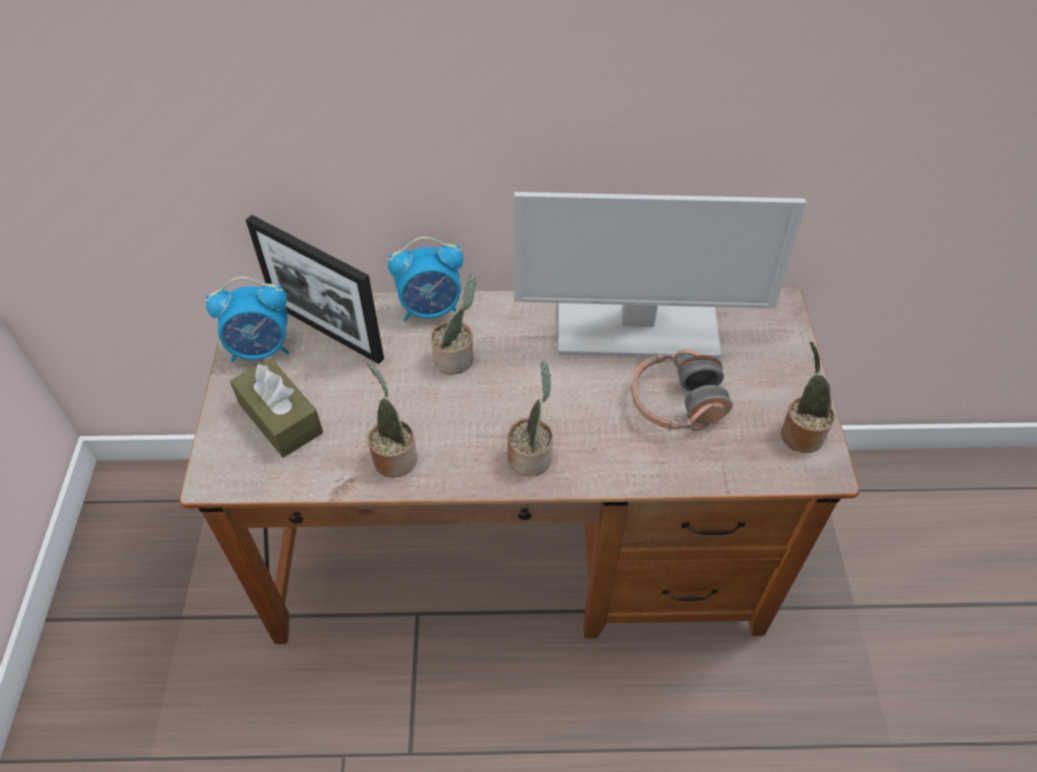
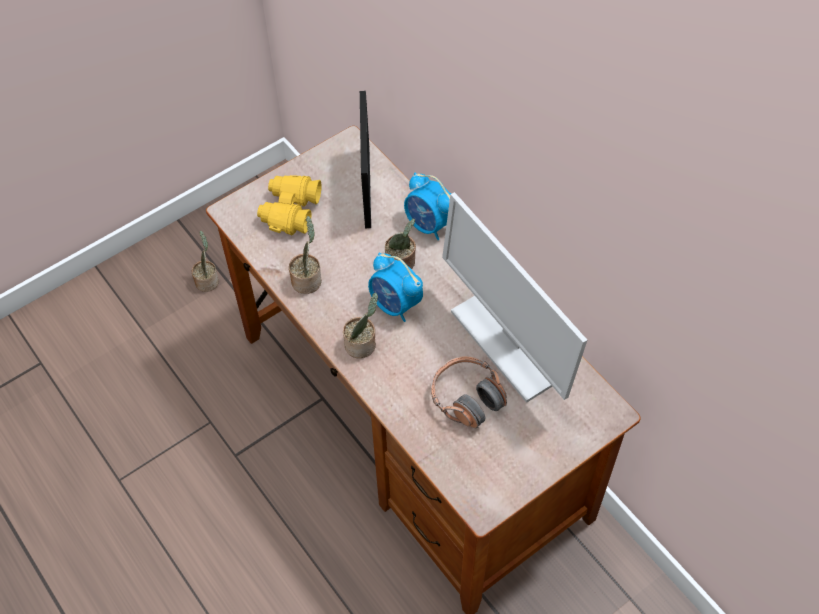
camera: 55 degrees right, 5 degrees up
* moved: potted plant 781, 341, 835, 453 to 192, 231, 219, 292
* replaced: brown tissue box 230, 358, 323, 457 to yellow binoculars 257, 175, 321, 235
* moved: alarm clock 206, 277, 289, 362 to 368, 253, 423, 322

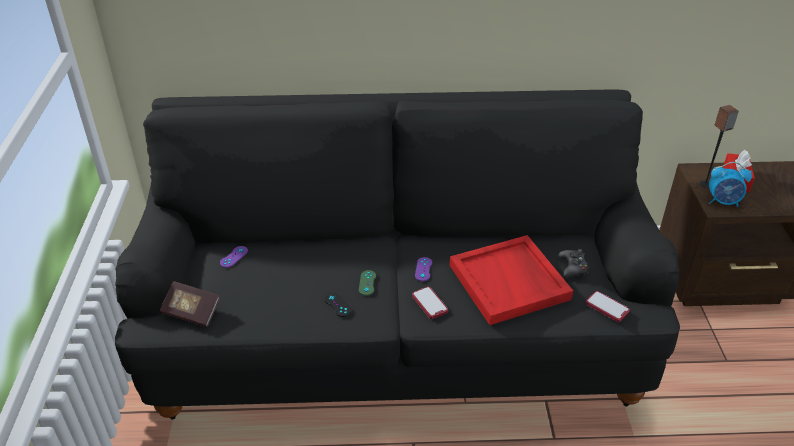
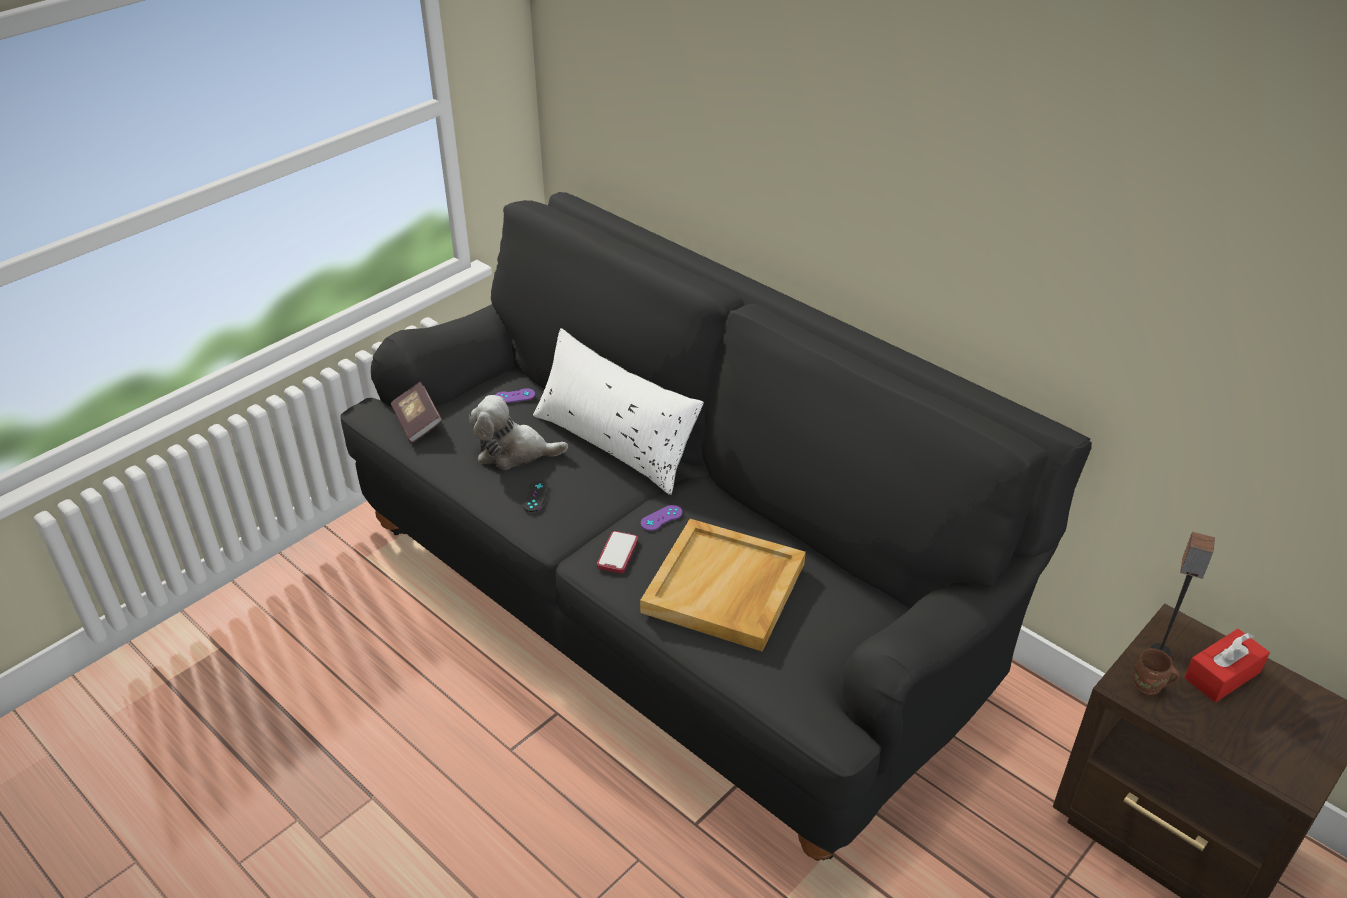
camera: 45 degrees right, 0 degrees up
* added: plush toy 469, 395, 568, 470
* added: white pillow 533, 328, 704, 495
* recoloured: red tray 449, 235, 573, 325 to beige tray 640, 519, 806, 652
* replaced: alarm clock 708, 162, 752, 207 to brown mug 1134, 648, 1180, 695
* removed: green game controller 359, 270, 376, 296
* removed: black game controller 558, 249, 588, 278
* removed: phone 586, 291, 630, 322

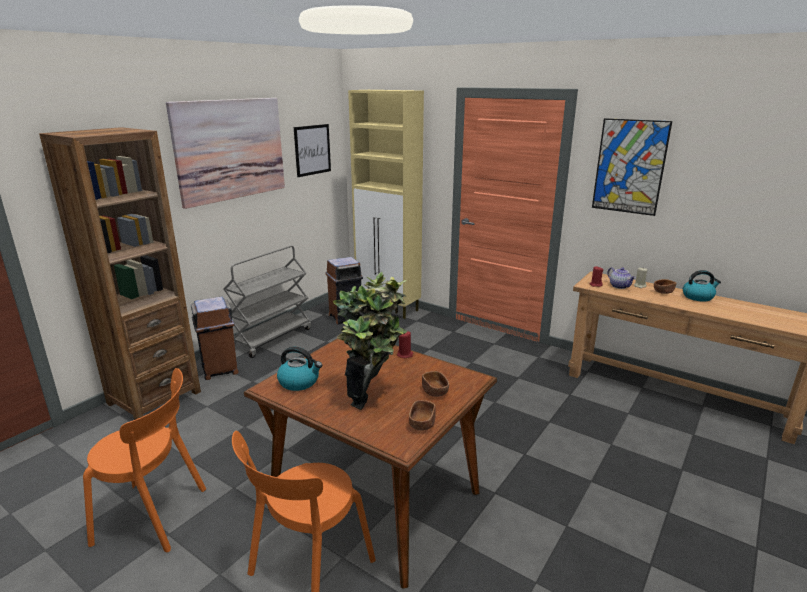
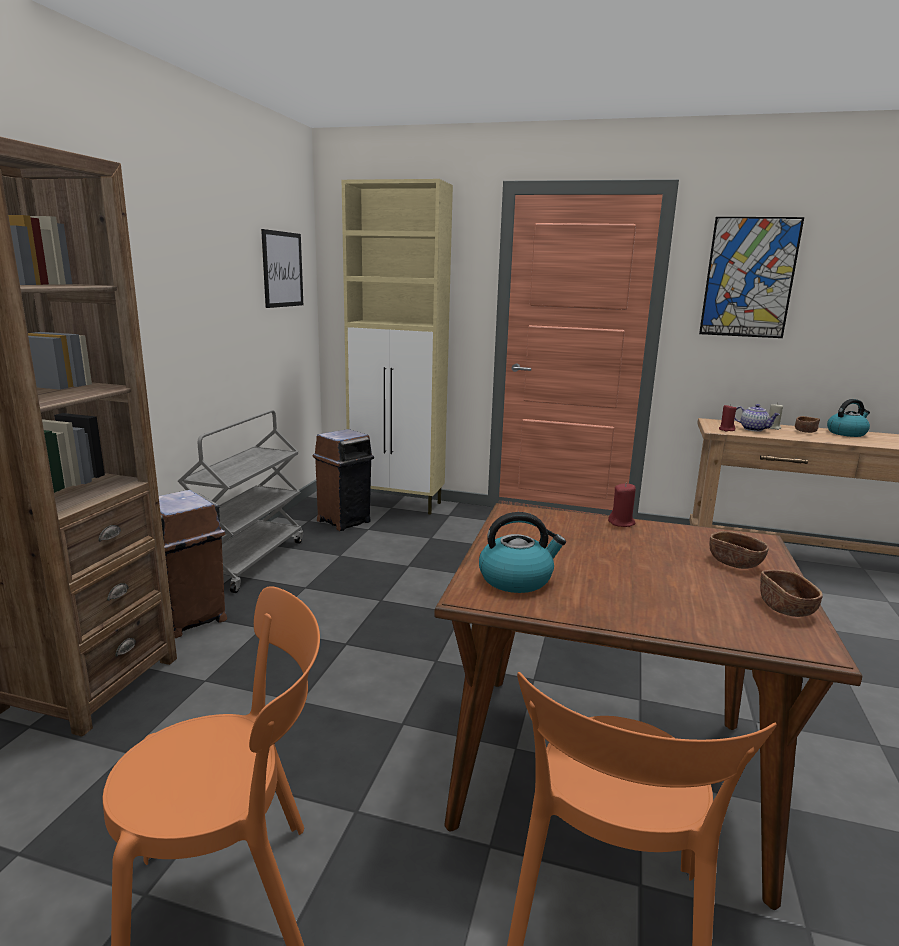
camera: 20 degrees left, 5 degrees down
* removed: picture 166, 98, 285, 209
* removed: potted plant 333, 272, 407, 410

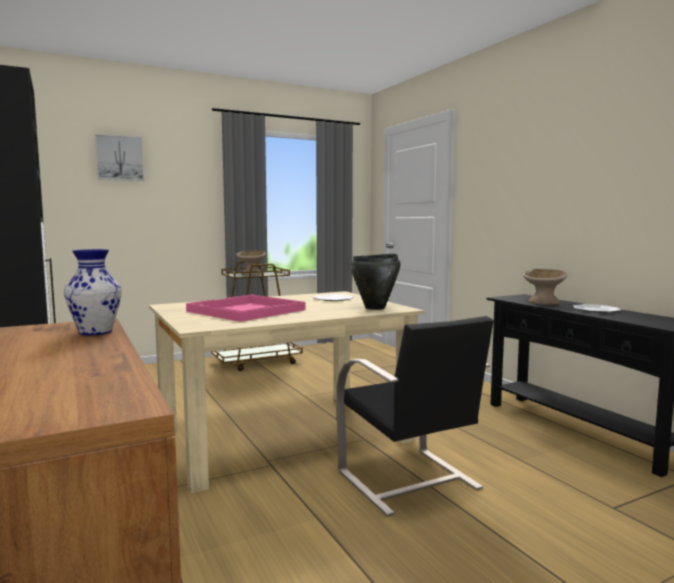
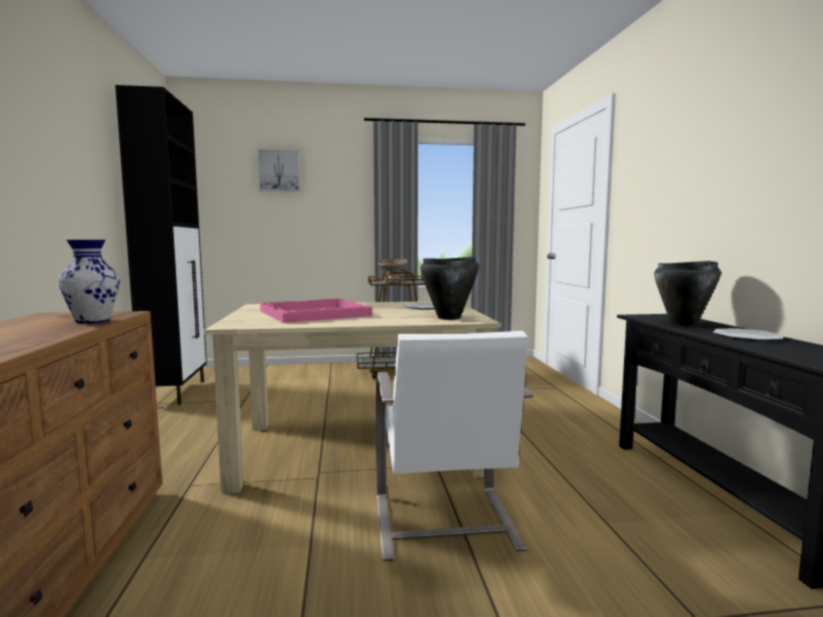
camera: 20 degrees right, 0 degrees up
* recoloured: black chair 336, 316, 494, 516 to white chair 376, 331, 534, 561
* replaced: beige bowl 523, 269, 568, 305 to black cooking pot 654, 261, 721, 326

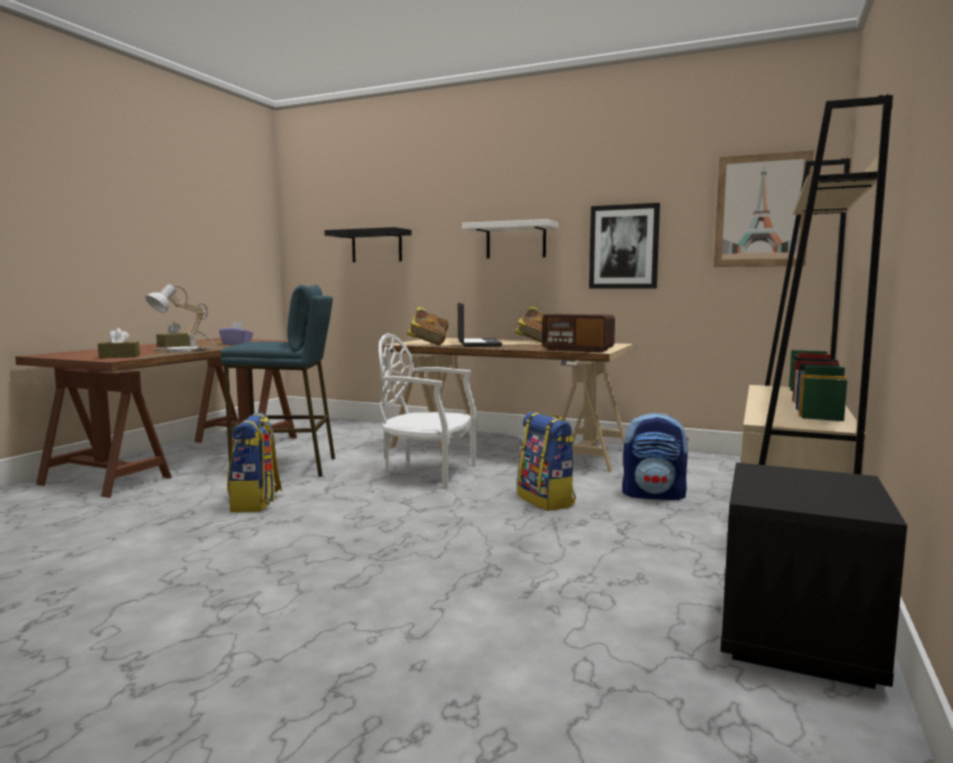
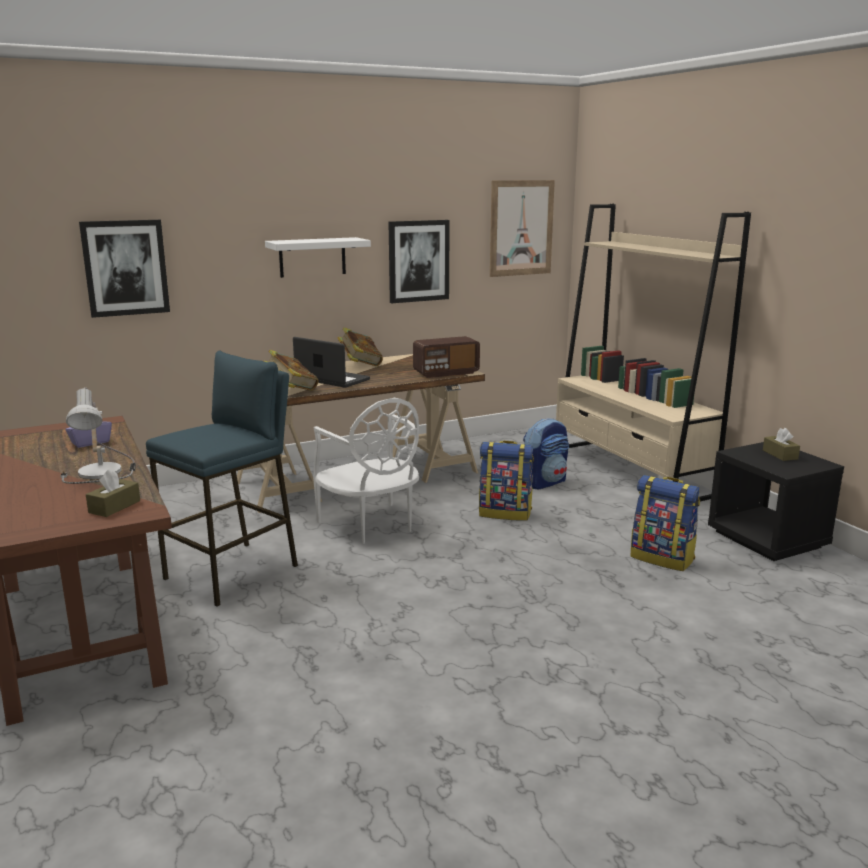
camera: 50 degrees left, 10 degrees up
* replaced: black shelf 324, 227, 411, 262 to picture 79, 220, 170, 318
* turned: white chair 379, 333, 477, 490 = 313, 398, 419, 544 90 degrees counterclockwise
* moved: backpack 227, 413, 282, 512 to 631, 475, 700, 571
* moved: brown tissue box 156, 322, 190, 347 to 763, 428, 800, 461

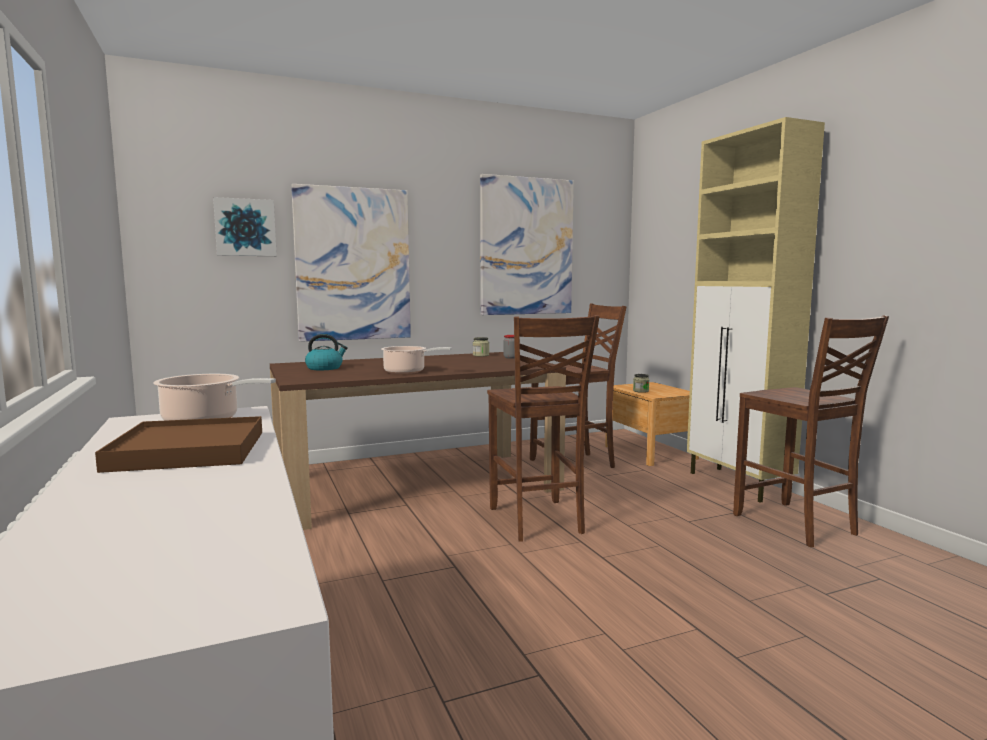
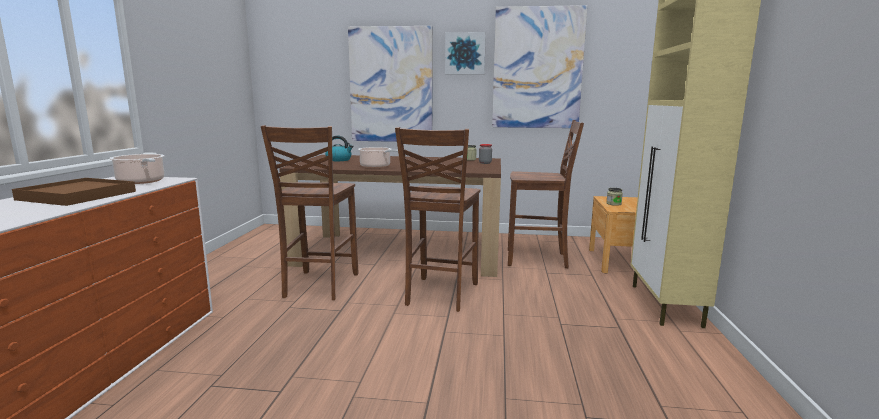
camera: 30 degrees right, 5 degrees up
* moved: brown chair 733, 315, 889, 547 to 261, 125, 358, 300
* moved: picture 213, 197, 277, 256 to 445, 32, 486, 74

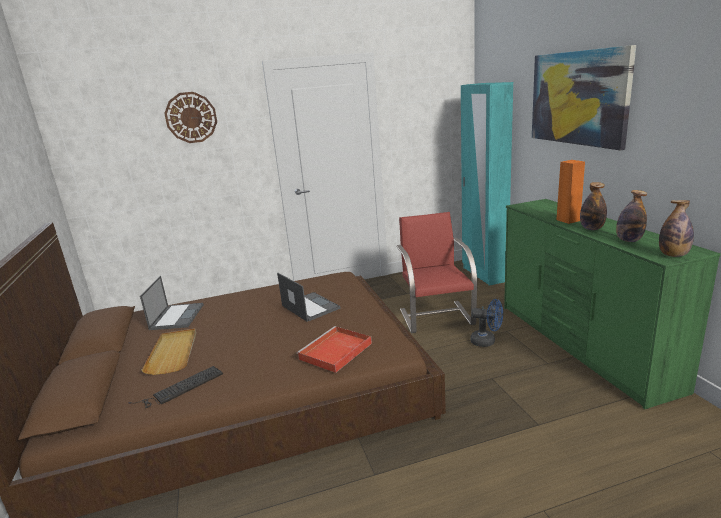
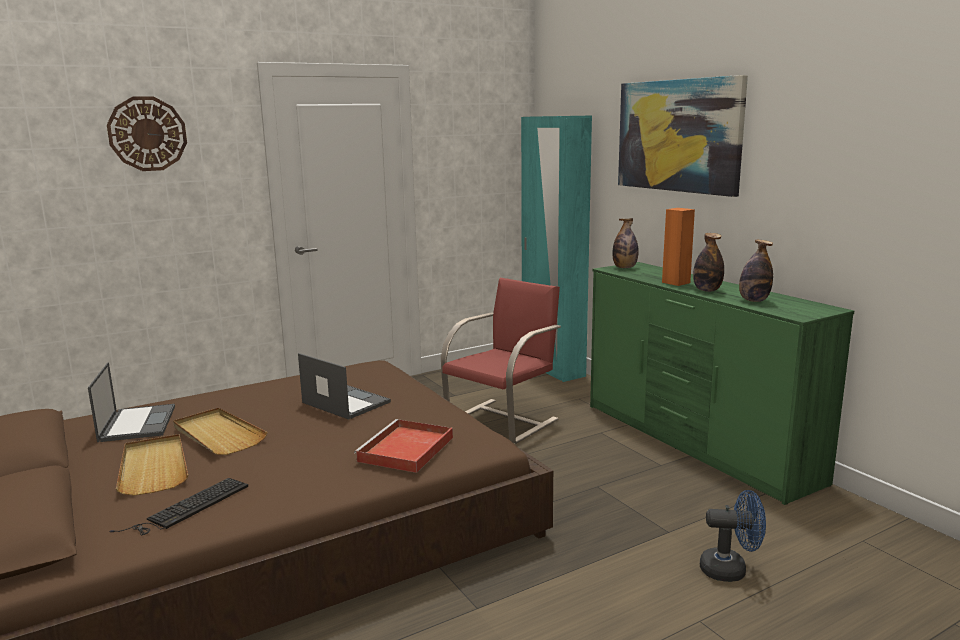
camera: 15 degrees left, 5 degrees down
* added: beige tray 173, 407, 268, 455
* turned: red chair 396, 212, 477, 333 = 441, 278, 561, 444 60 degrees clockwise
* moved: bottle 659, 200, 694, 257 to 612, 218, 639, 268
* moved: blue fan 470, 299, 503, 347 to 700, 490, 766, 582

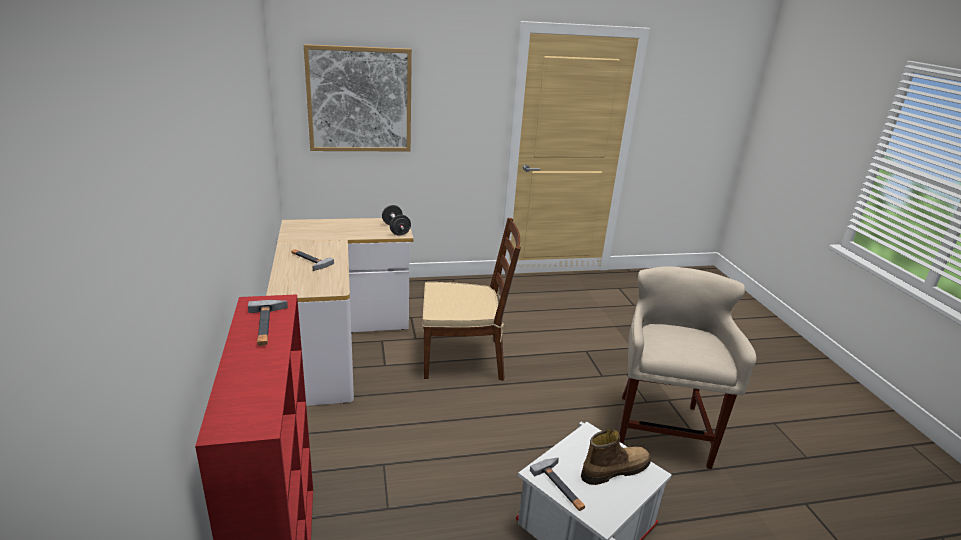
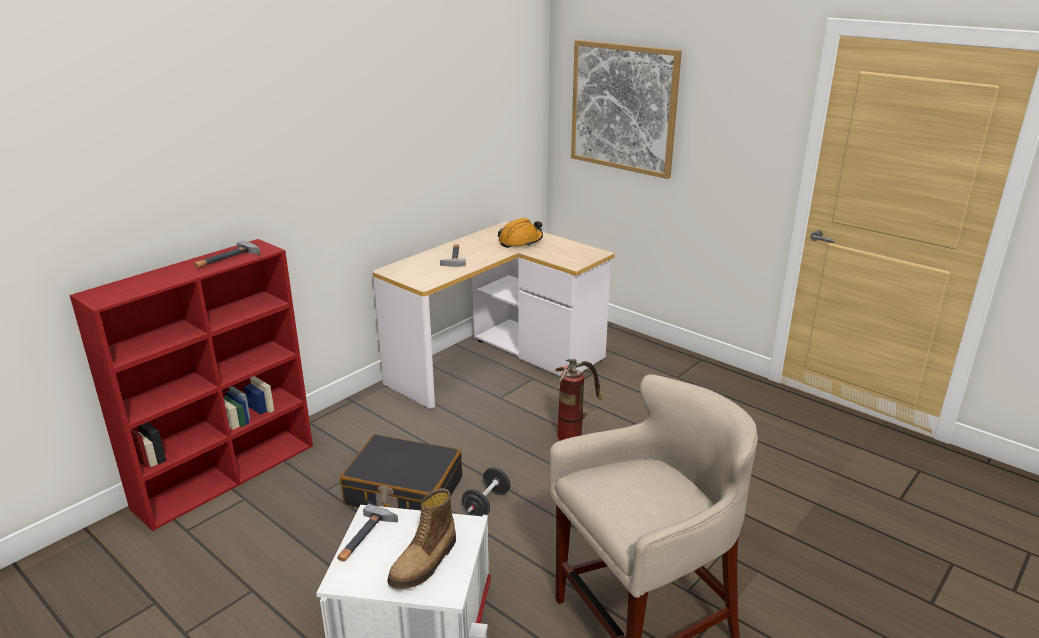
camera: 55 degrees right, 0 degrees up
* added: black suitcase 340, 434, 462, 510
* turned: boot 581, 429, 651, 485 = 387, 488, 456, 589 90 degrees clockwise
* moved: black dumbbell 382, 205, 411, 236 to 462, 467, 511, 516
* added: orange hard hat 498, 218, 543, 248
* replaced: brown chair 422, 218, 521, 381 to fire extinguisher 555, 358, 603, 441

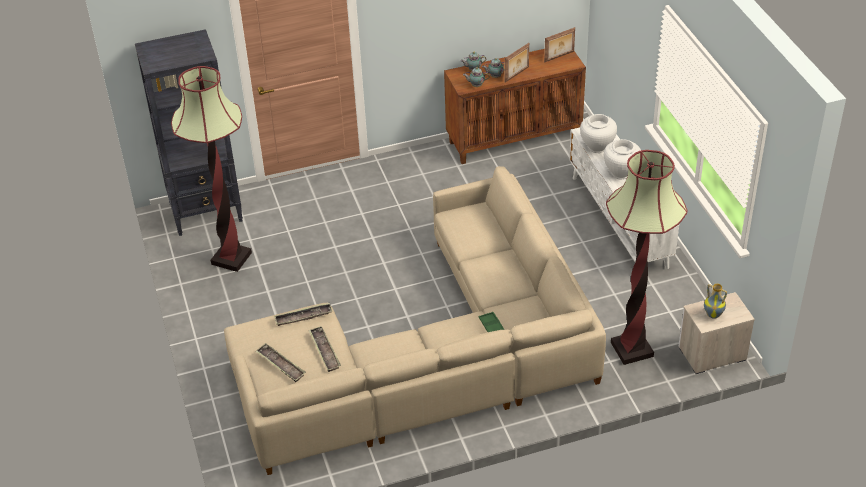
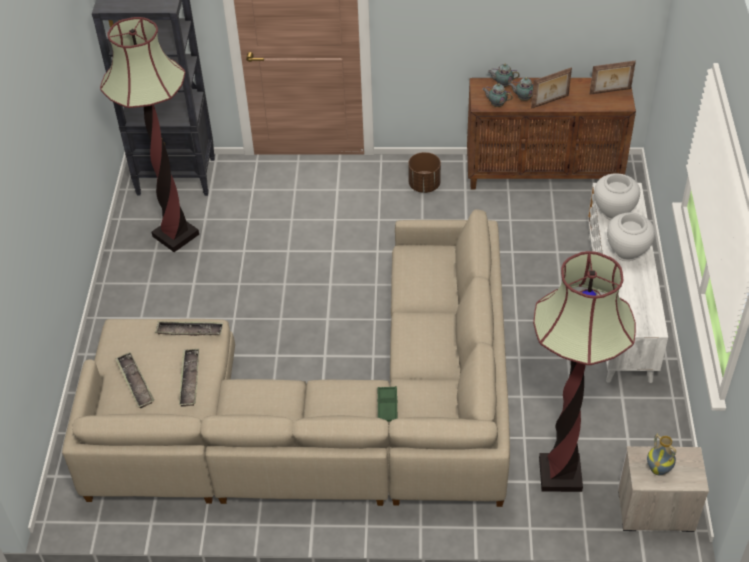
camera: 20 degrees right, 5 degrees up
* added: brown planter 408, 152, 441, 193

